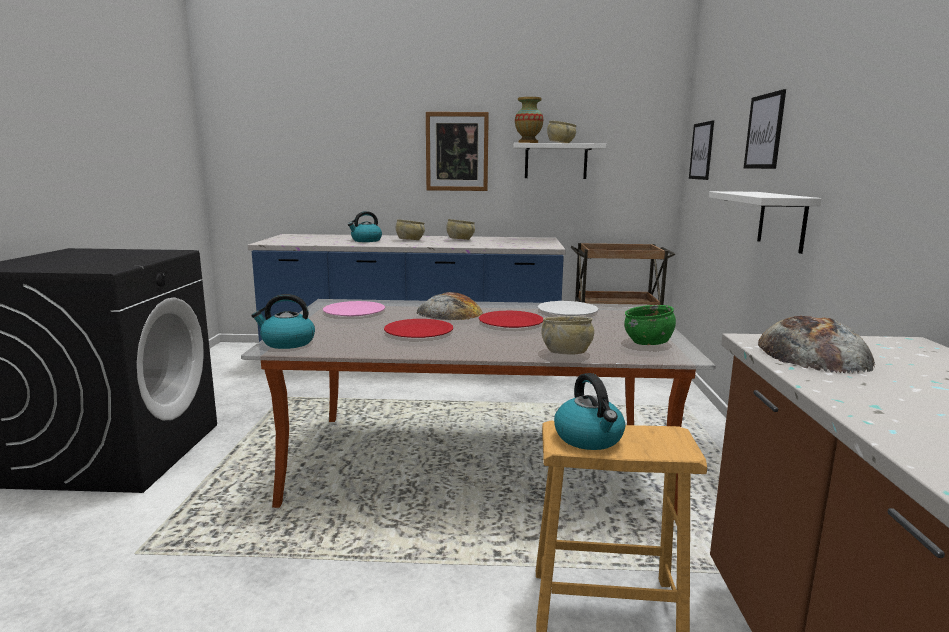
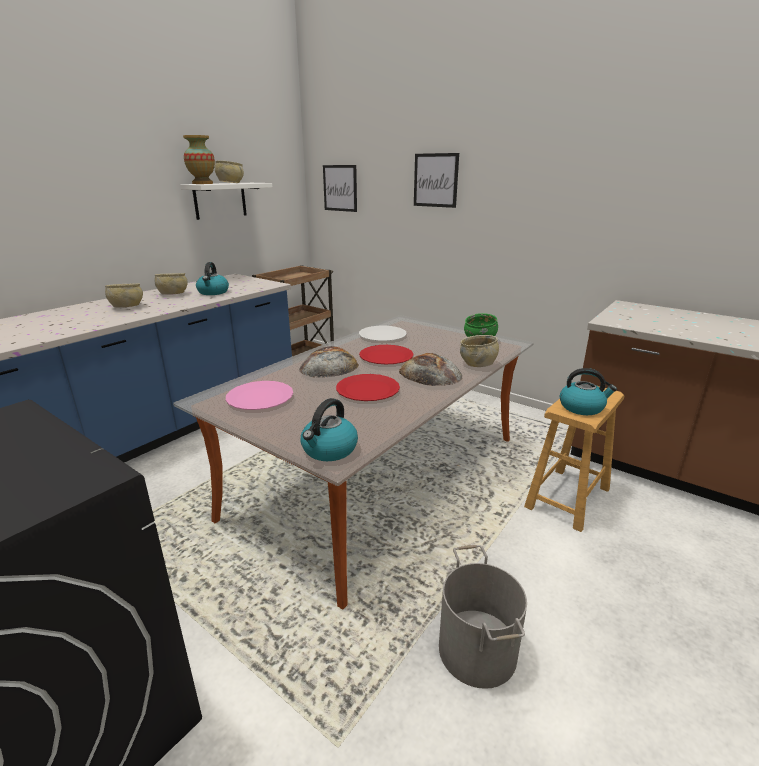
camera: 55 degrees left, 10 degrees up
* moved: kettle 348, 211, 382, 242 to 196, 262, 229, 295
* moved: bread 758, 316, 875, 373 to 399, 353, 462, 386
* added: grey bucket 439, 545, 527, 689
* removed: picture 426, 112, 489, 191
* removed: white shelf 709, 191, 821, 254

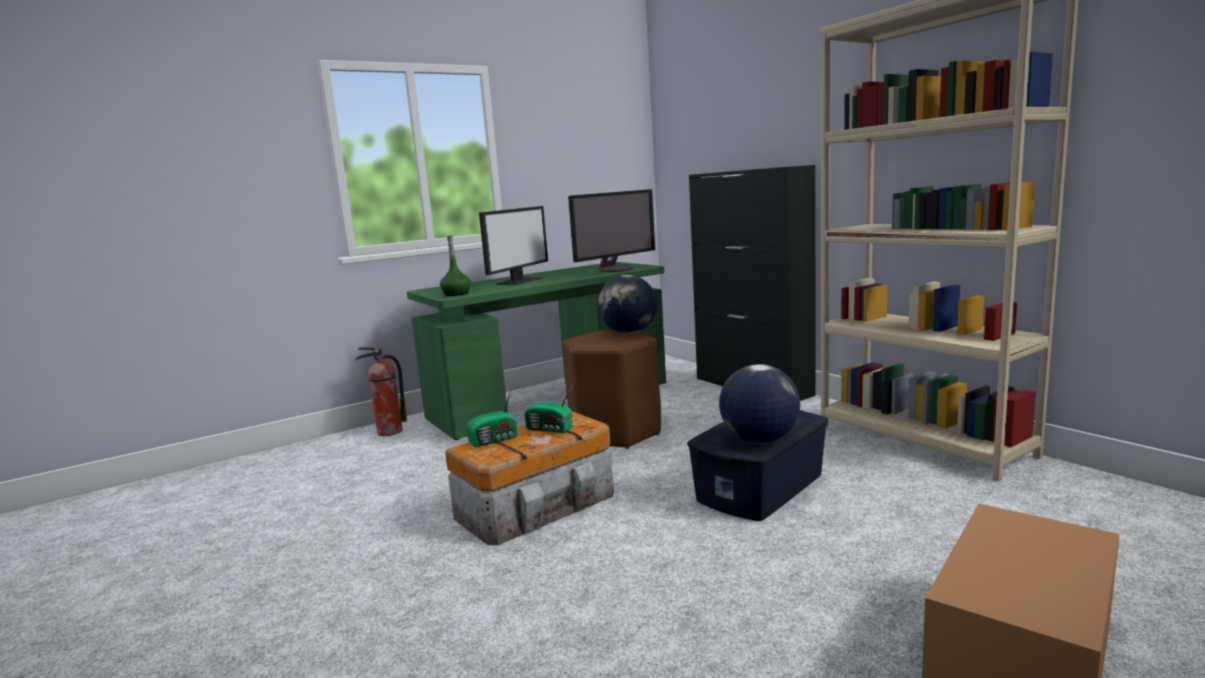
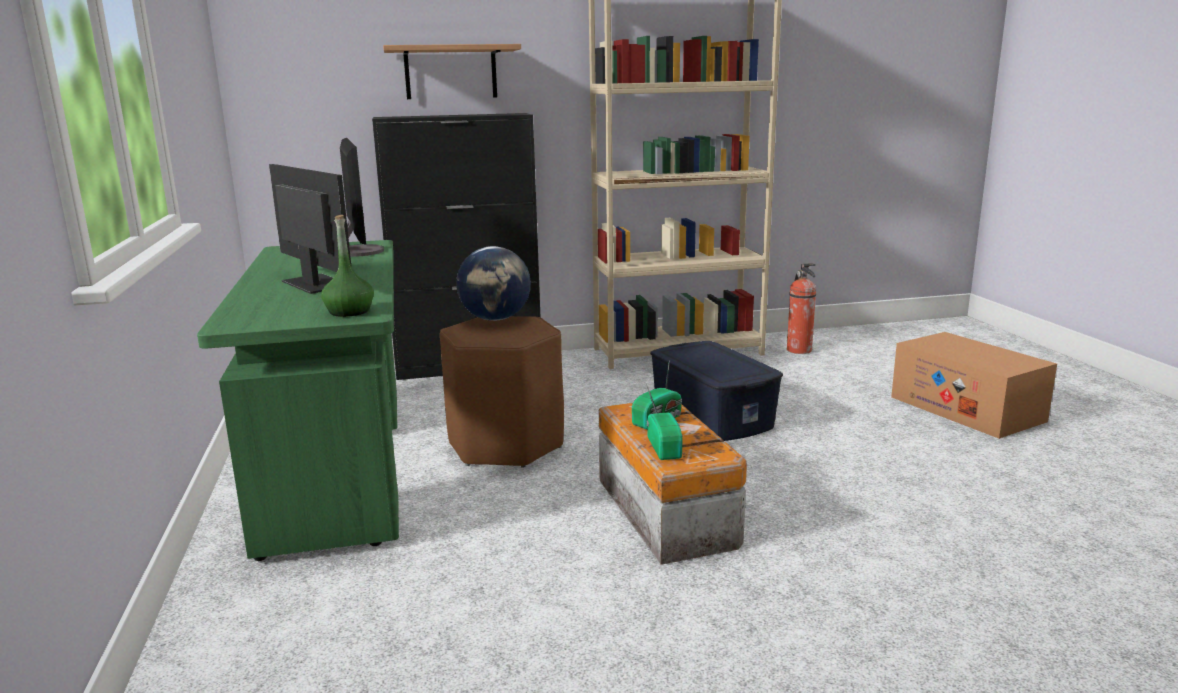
camera: 70 degrees left, 5 degrees up
* added: shelf 383, 44, 521, 99
* moved: fire extinguisher 355, 347, 407, 436 to 787, 264, 816, 354
* removed: globe 719, 364, 800, 444

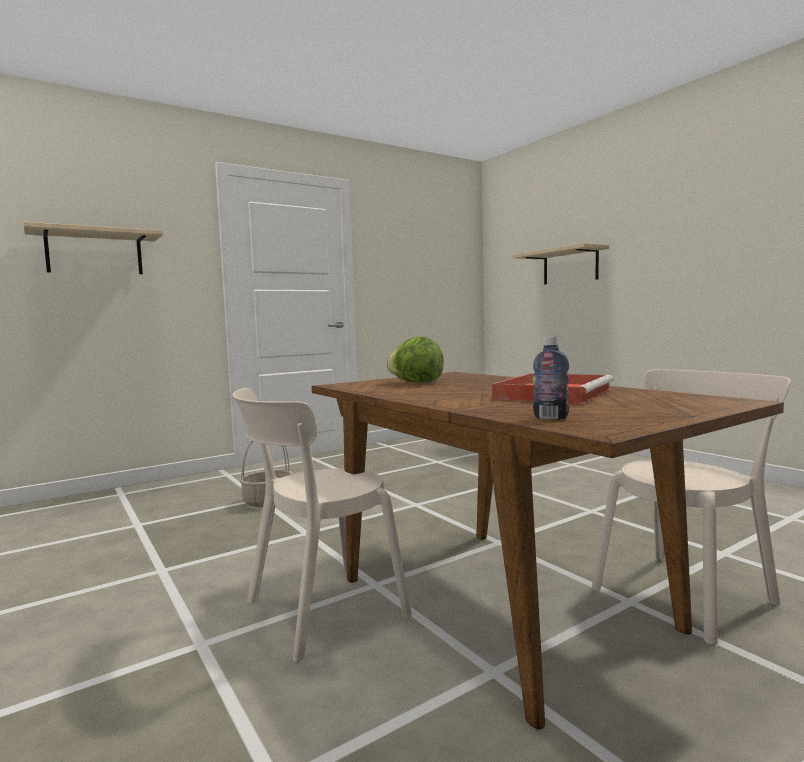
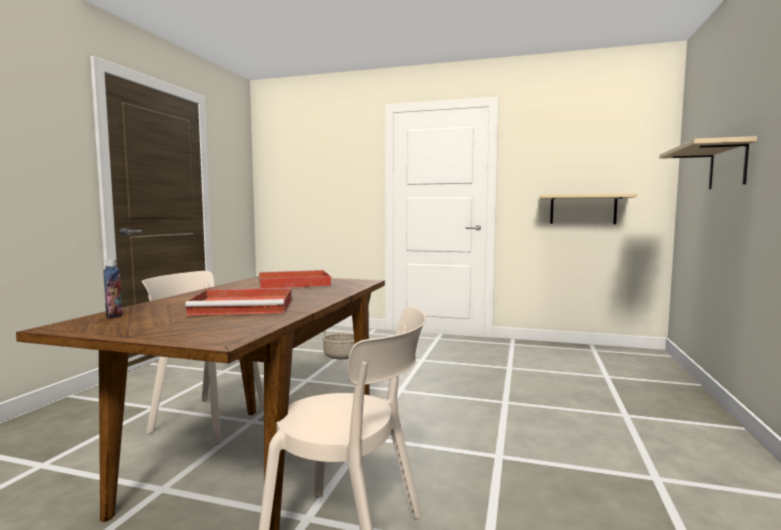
camera: 50 degrees right, 0 degrees up
* replaced: lettuce 386, 336, 443, 383 to red tray 259, 270, 331, 289
* moved: beige shelf 23, 222, 164, 274 to 540, 193, 637, 224

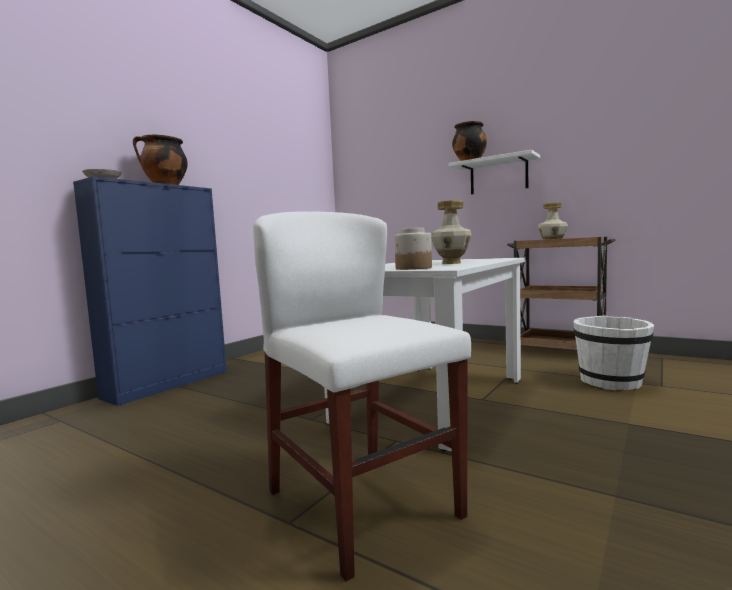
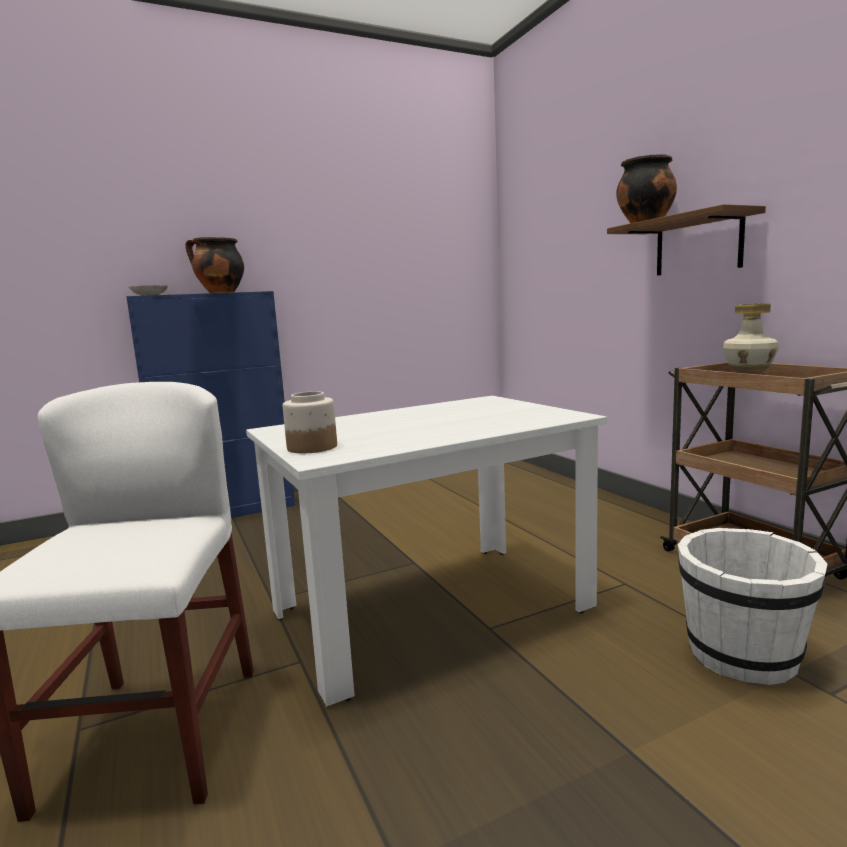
camera: 30 degrees right, 5 degrees up
* recoloured: white shelf 448, 150, 540, 194 to brown shelf 607, 204, 766, 276
* removed: vase 431, 200, 472, 264

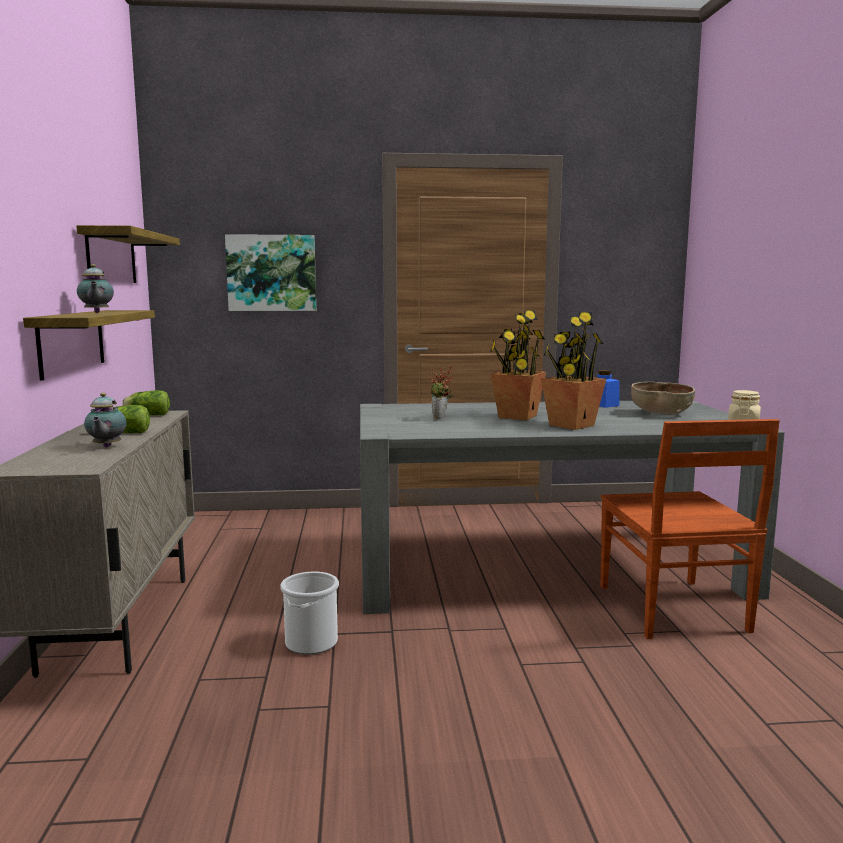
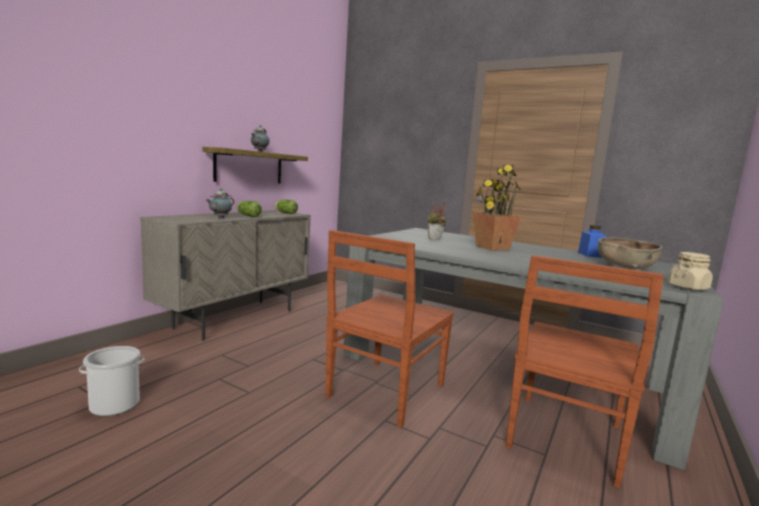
camera: 35 degrees right, 0 degrees up
* moved: bucket 280, 572, 339, 655 to 79, 346, 144, 416
* added: brown chair 325, 230, 454, 428
* removed: shelf 76, 225, 180, 283
* removed: picture 225, 234, 316, 311
* removed: potted plant 541, 312, 606, 430

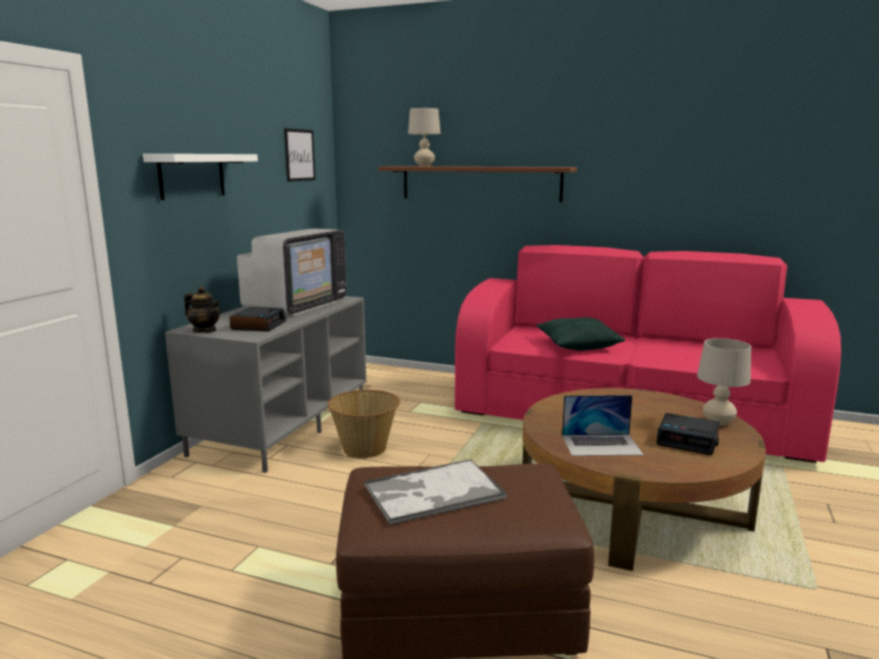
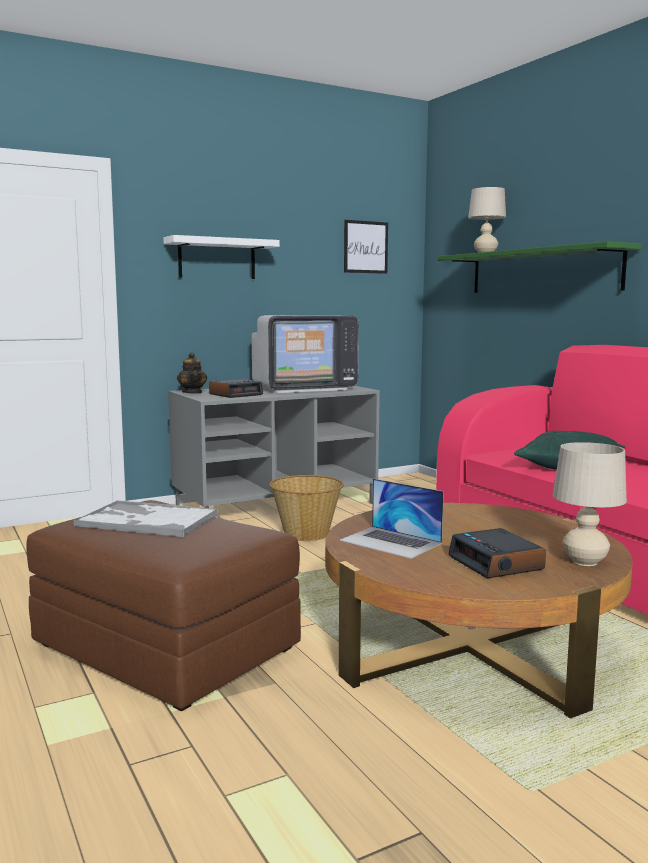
camera: 40 degrees right, 5 degrees down
* recoloured: brown shelf 379, 166, 577, 202 to green shelf 438, 242, 642, 293

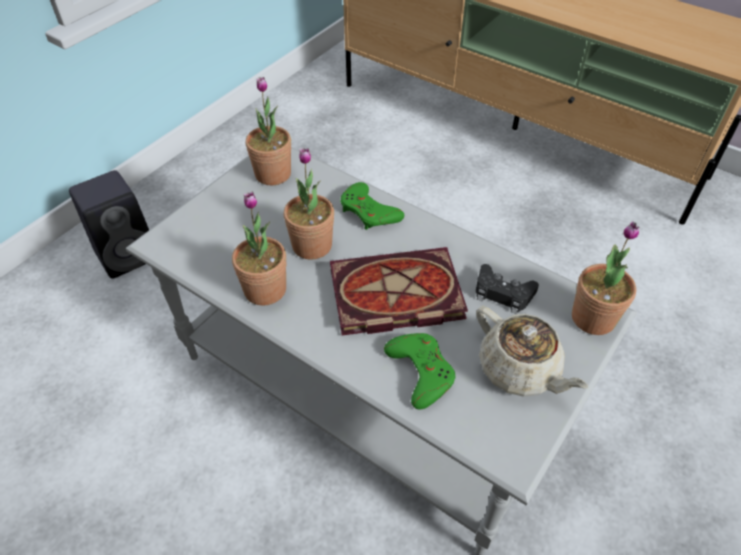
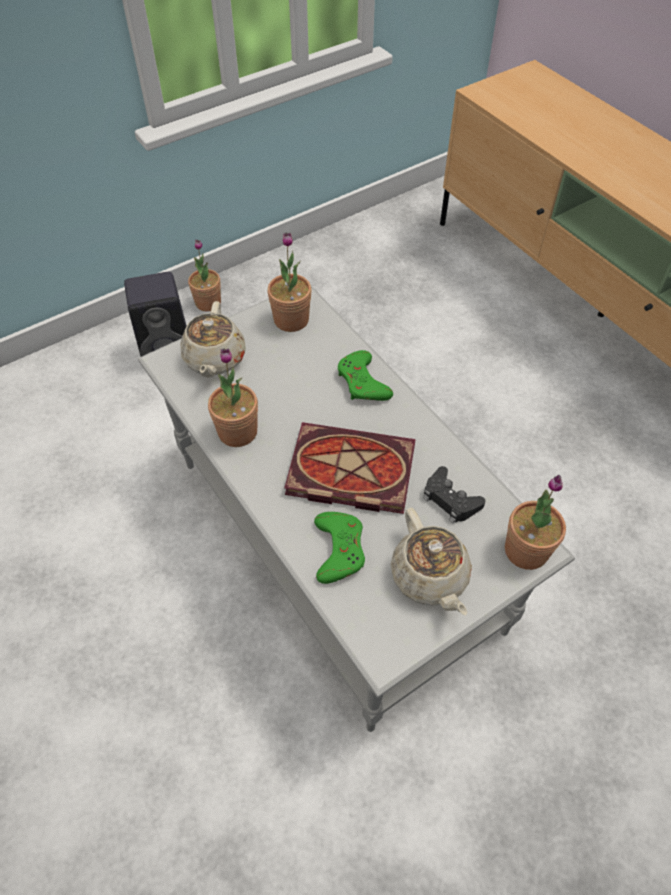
camera: 20 degrees right, 5 degrees up
* added: beige teapot 180, 301, 246, 378
* moved: potted plant 284, 148, 334, 260 to 188, 240, 221, 312

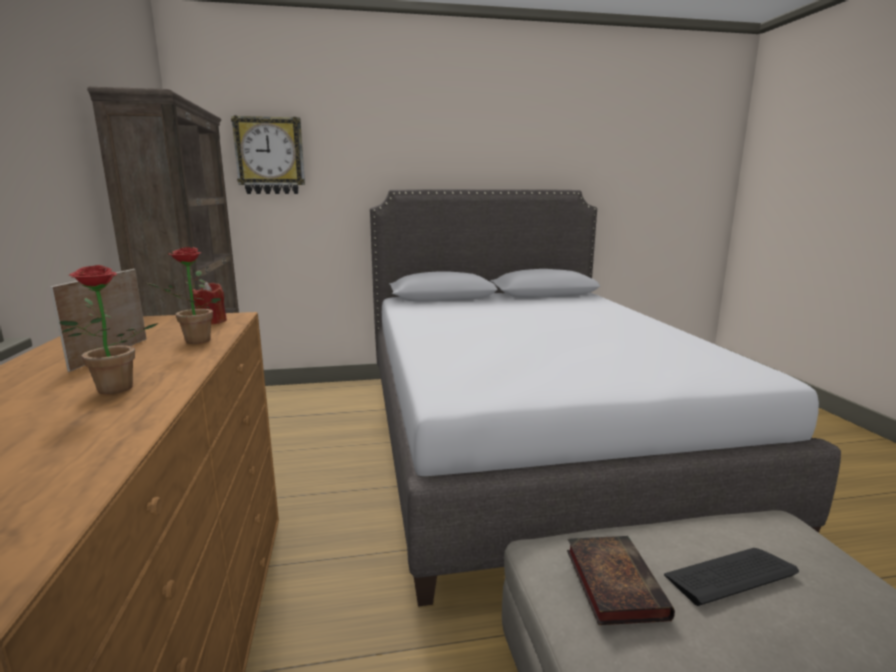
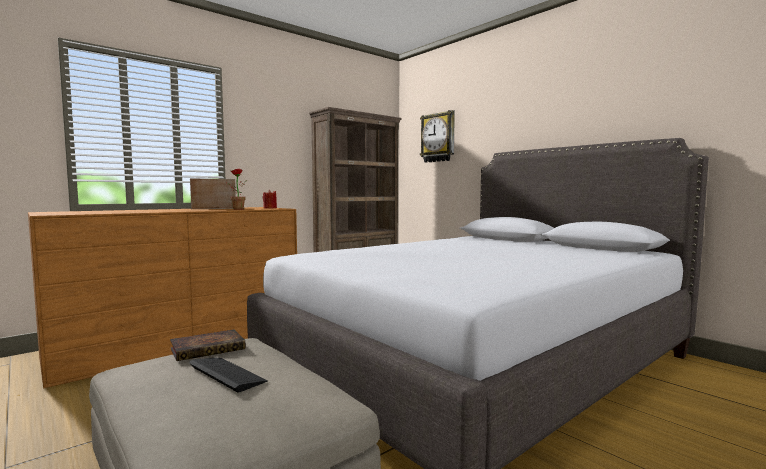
camera: 60 degrees right, 10 degrees down
* removed: potted plant 60, 265, 158, 394

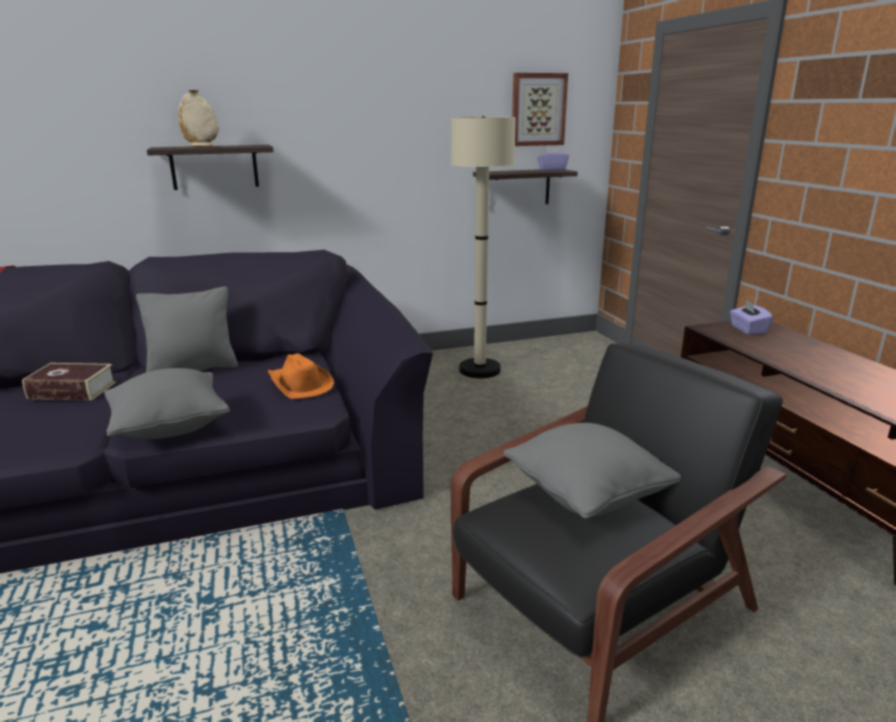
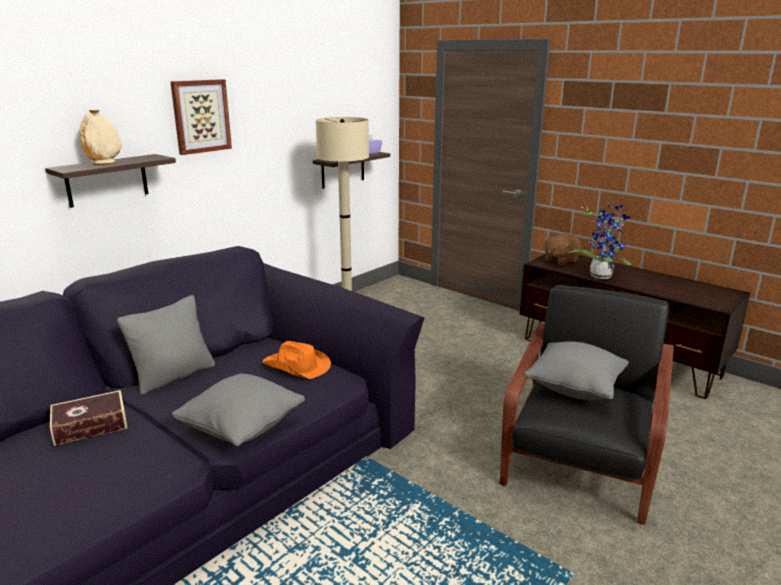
camera: 30 degrees left, 0 degrees up
* moved: picture 512, 73, 568, 146 to 170, 79, 232, 155
* replaced: purple tissue box 730, 299, 773, 335 to brown plush toy 544, 233, 582, 265
* added: potted plant 567, 201, 632, 279

